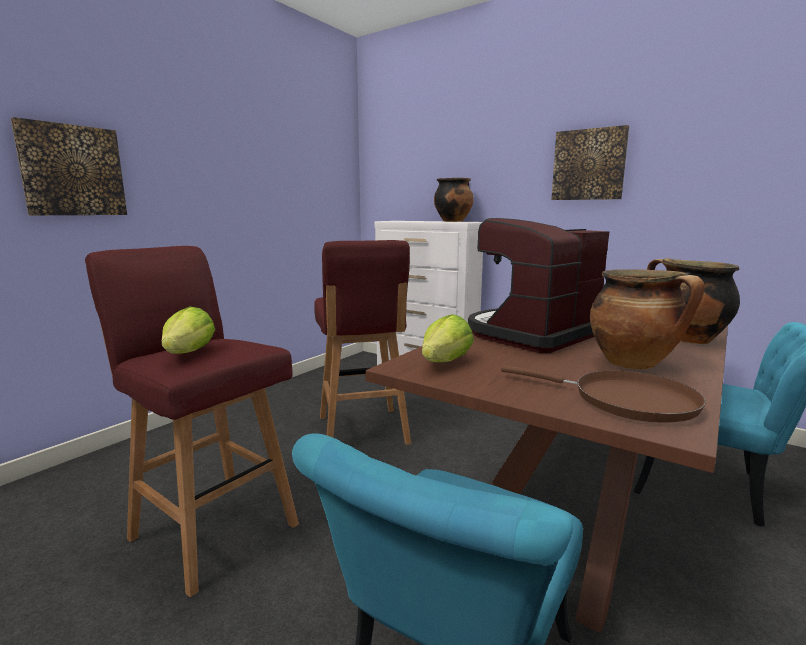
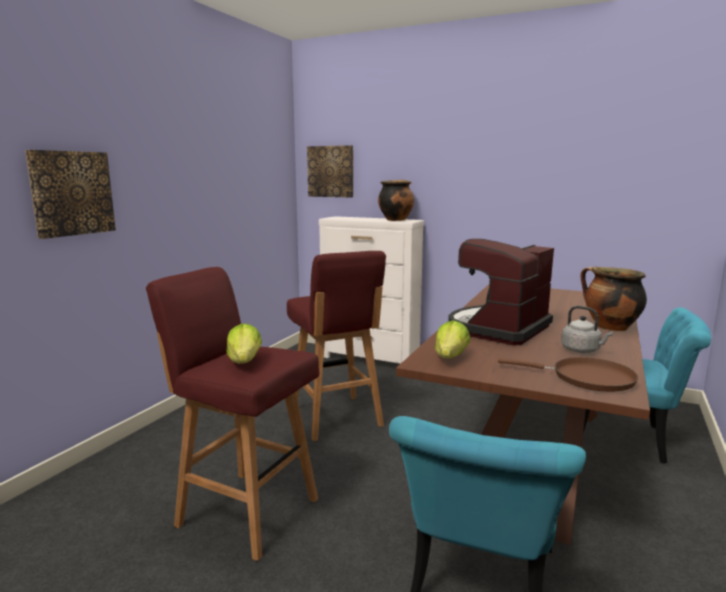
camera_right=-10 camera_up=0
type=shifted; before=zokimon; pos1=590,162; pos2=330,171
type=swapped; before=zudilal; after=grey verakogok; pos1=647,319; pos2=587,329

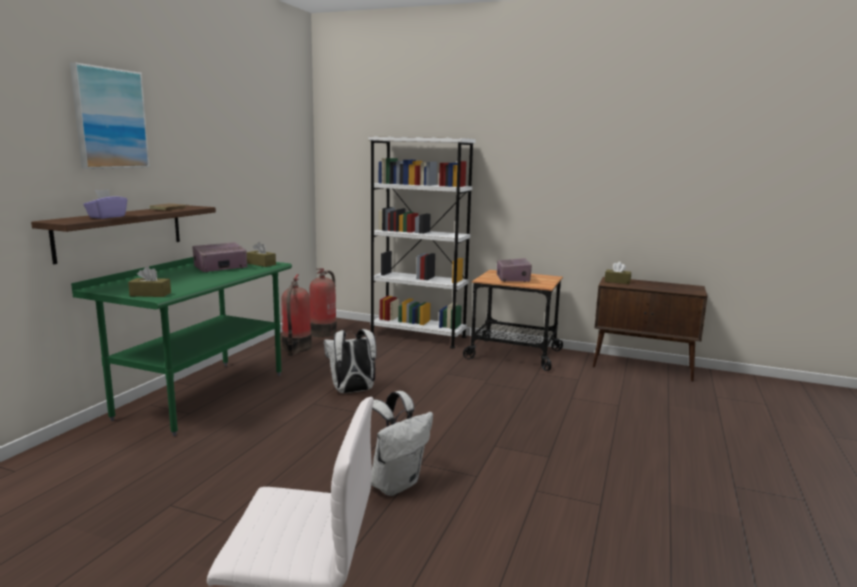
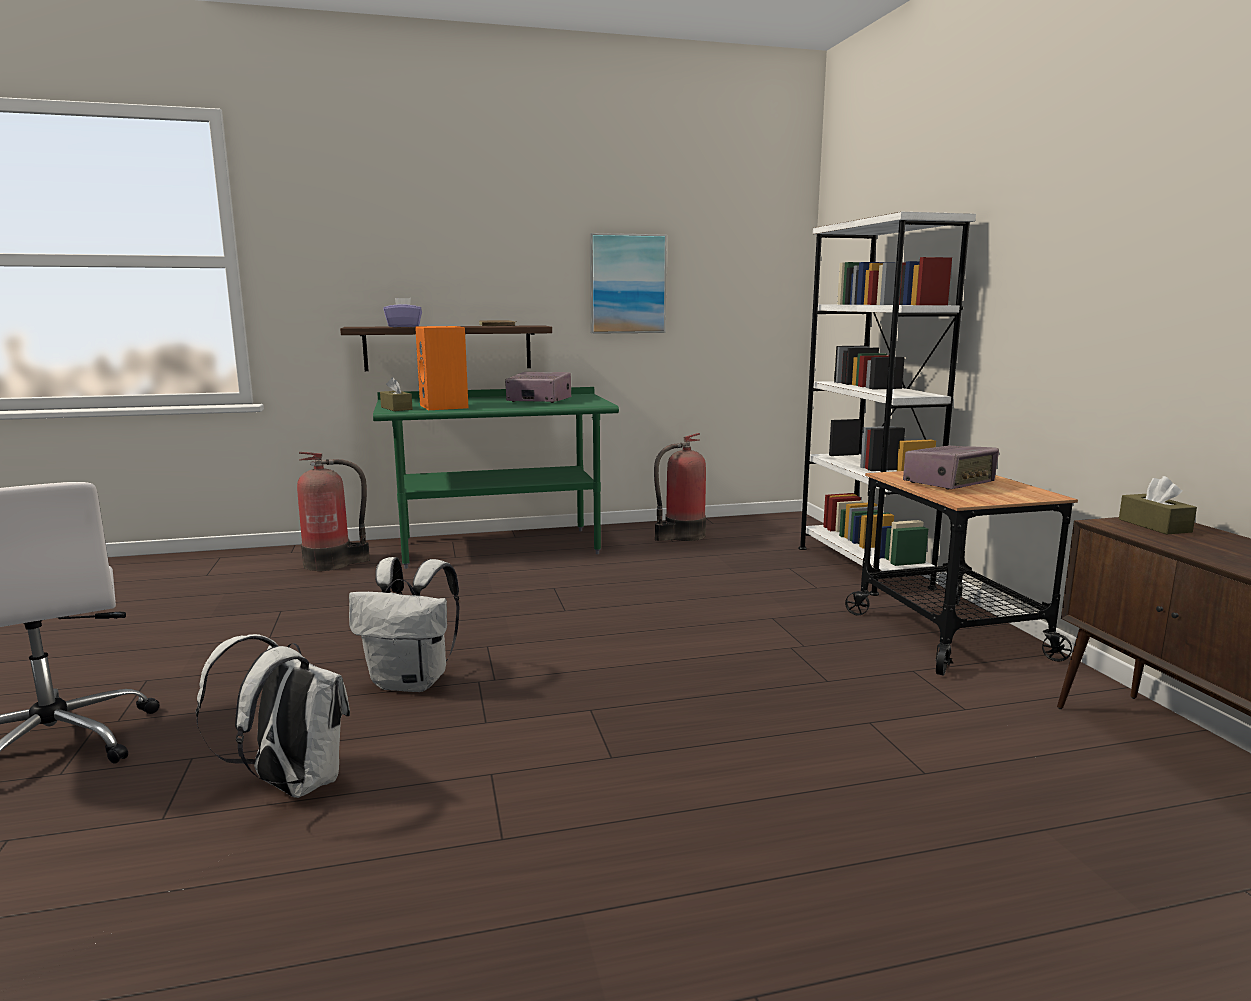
camera_right=55 camera_up=0
type=shifted; before=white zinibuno; pos1=350,361; pos2=273,716
type=shifted; before=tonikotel; pos1=323,303; pos2=333,511
type=new; after=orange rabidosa; pos2=441,368
type=shifted; before=zokimon; pos1=110,115; pos2=628,283
type=gone; before=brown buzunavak; pos1=261,254

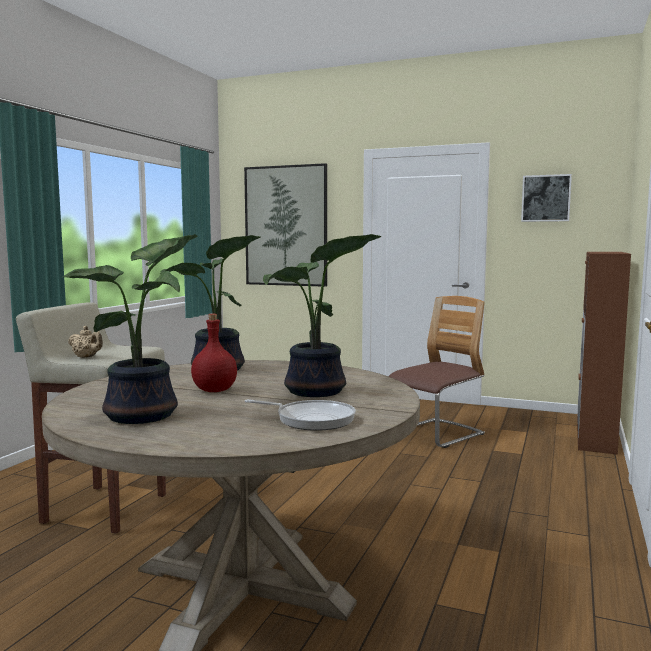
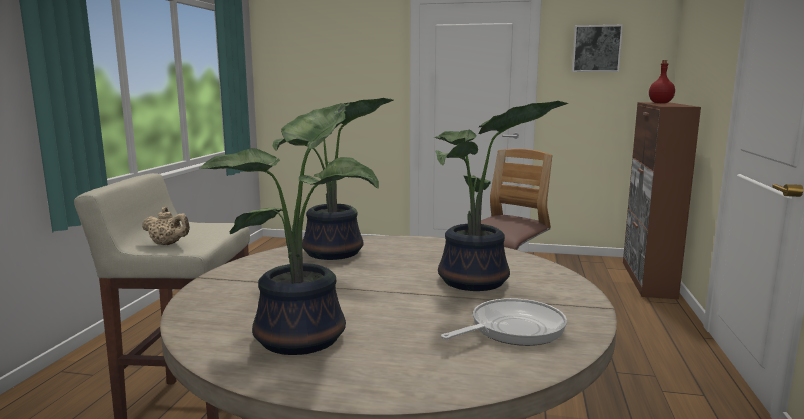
camera_right=-10 camera_up=5
type=rotated; before=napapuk; pos1=300,415; pos2=504,322; turn=-45
type=shifted; before=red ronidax; pos1=214,353; pos2=662,81
type=gone; before=zokimon; pos1=285,225

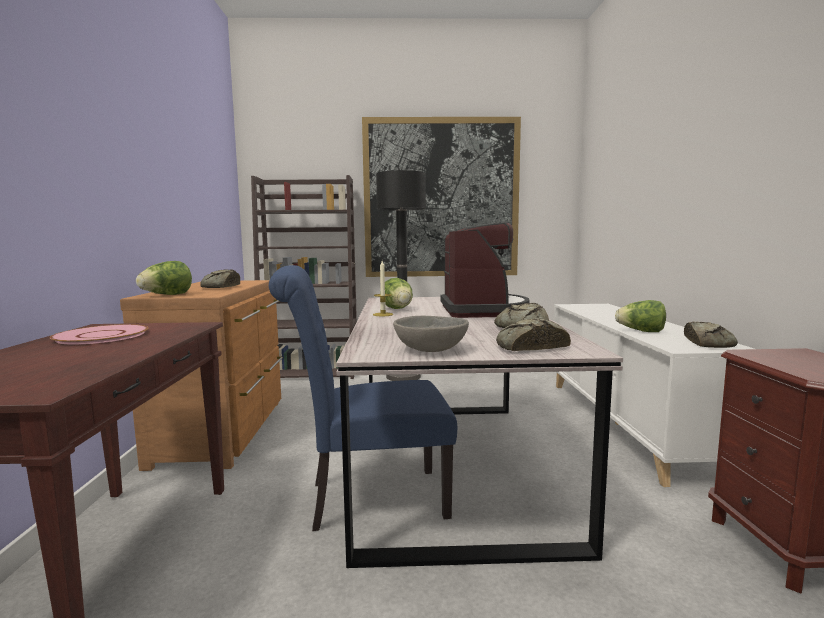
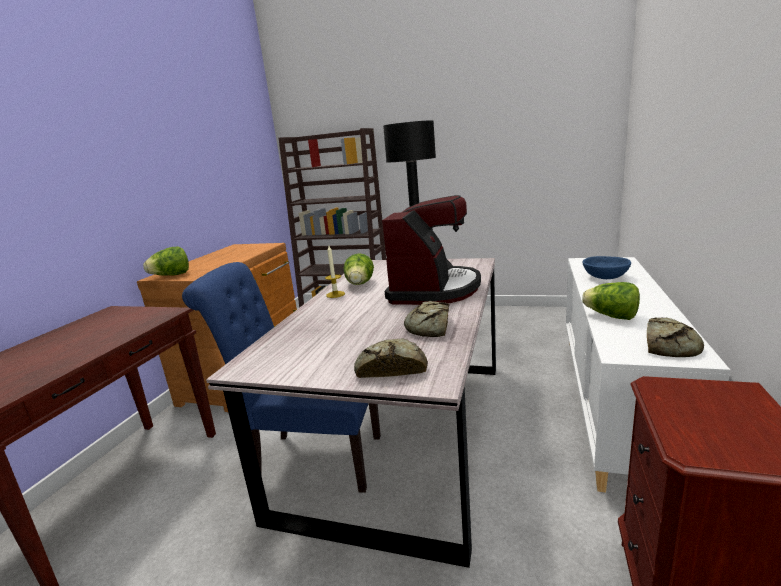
camera_right=20 camera_up=10
type=new; after=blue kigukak; pos2=607,267
type=gone; before=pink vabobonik; pos1=99,334
type=gone; before=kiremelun; pos1=220,278
type=gone; before=zokimon; pos1=441,197
type=gone; before=grey kigukak; pos1=431,334

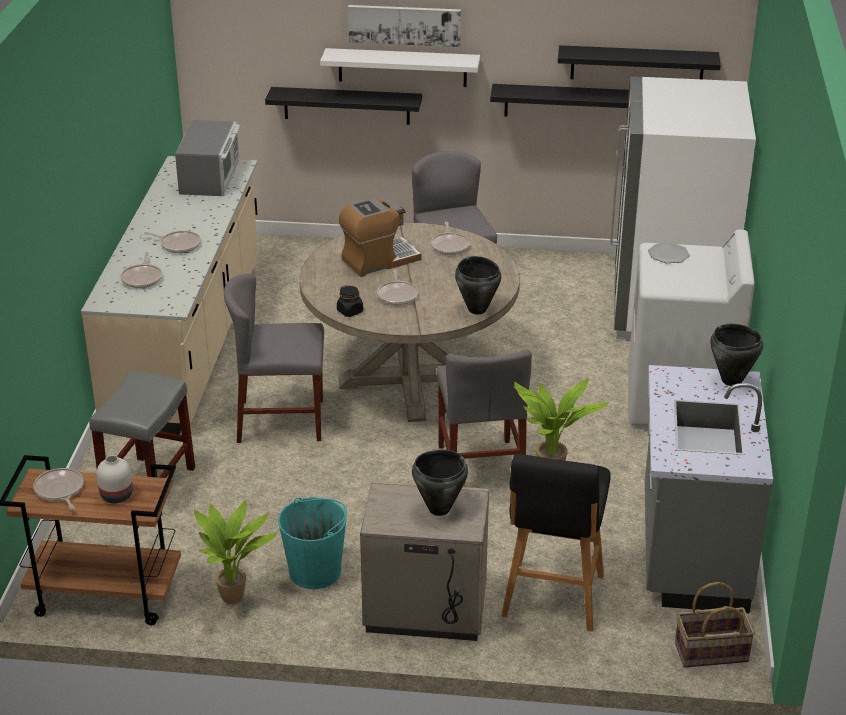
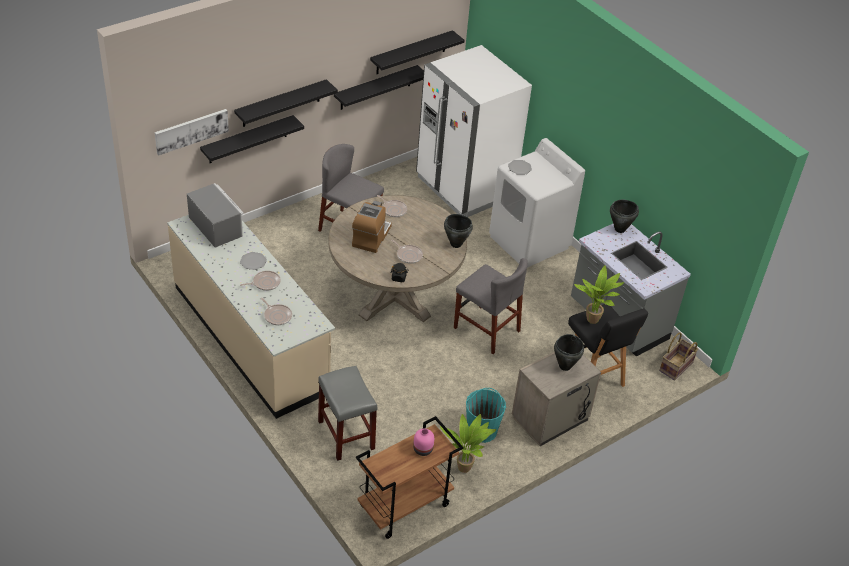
camera_right=-45 camera_up=10
type=shifted; before=zokimon; pos1=404,26; pos2=192,132
type=repainted; before=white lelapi; after=black lelapi; pos1=400,67; pos2=286,103
type=new; after=vabobonik; pos2=253,261
type=repainted; before=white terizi; after=pink terizi; pos1=115,479; pos2=423,442
type=gone; before=napapuk; pos1=58,489
type=gone; before=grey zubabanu; pos1=274,358

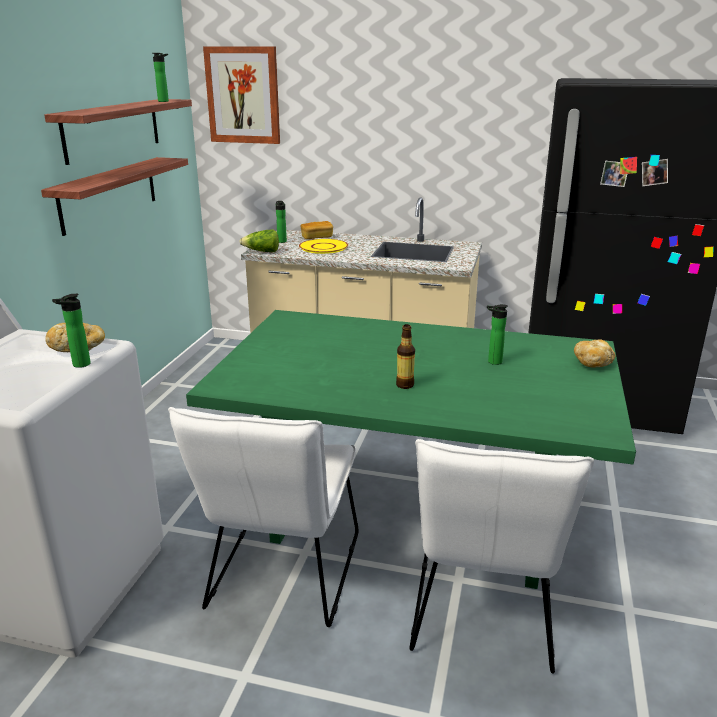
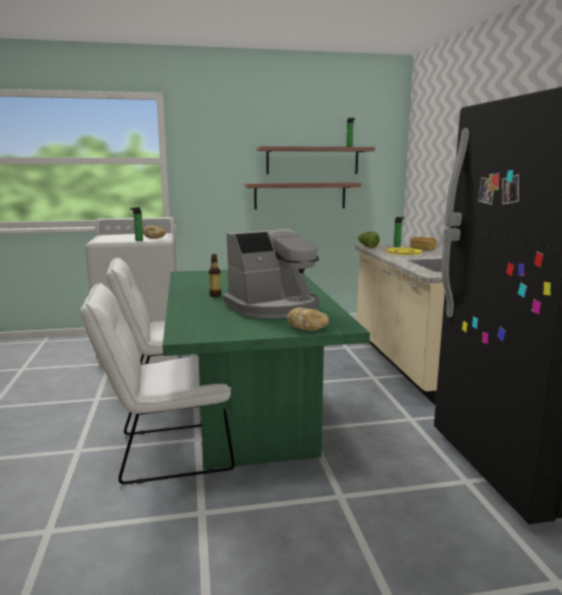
camera_right=65 camera_up=-10
type=swapped; before=ronidax; after=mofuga; pos1=497,334; pos2=271,273
type=gone; before=zokimon; pos1=241,95

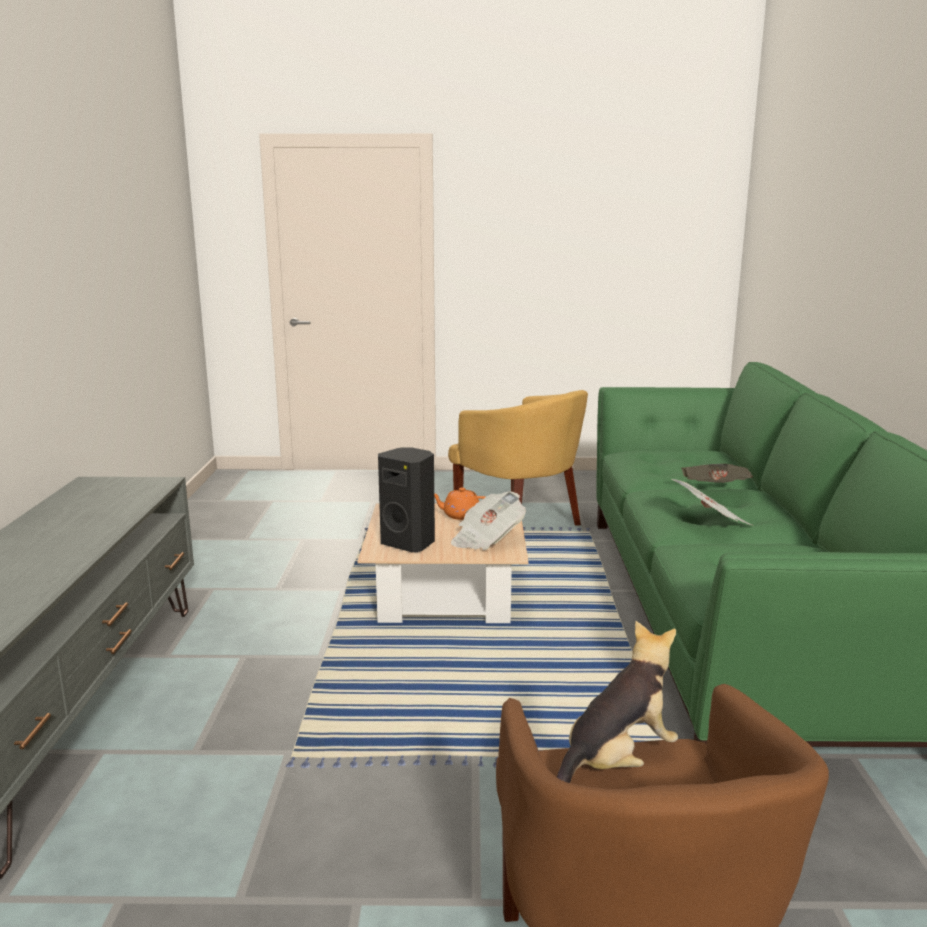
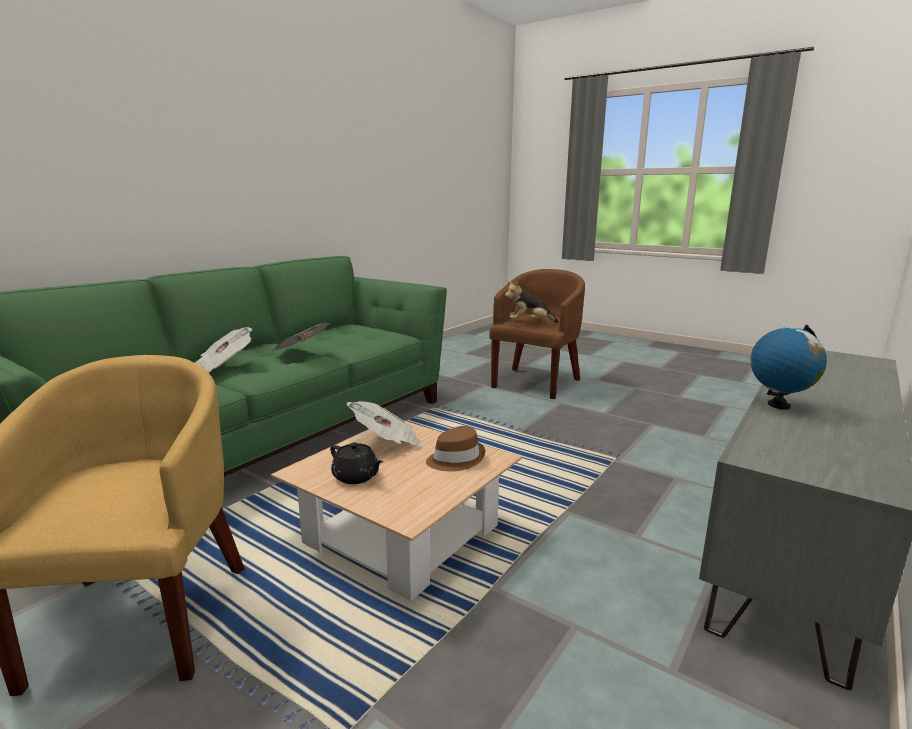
camera_right=-145 camera_up=0
type=repainted; before=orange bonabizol; after=black bonabizol; pos1=459,503; pos2=356,463
type=swapped; before=black rabidosa; after=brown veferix; pos1=406,500; pos2=455,449
type=new; after=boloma; pos2=789,367

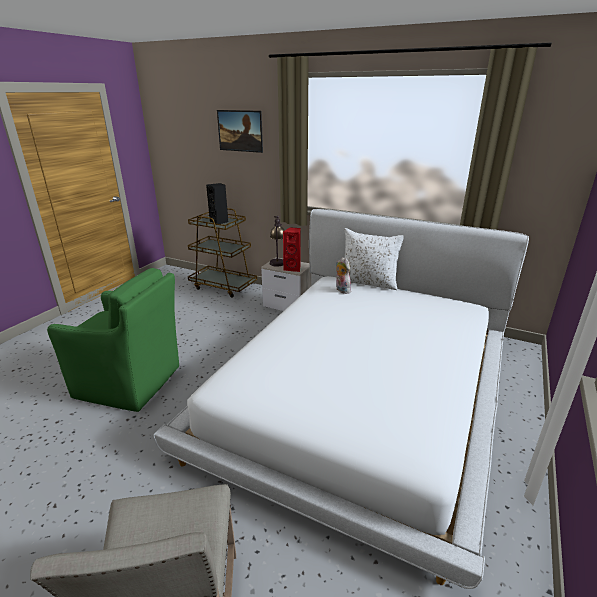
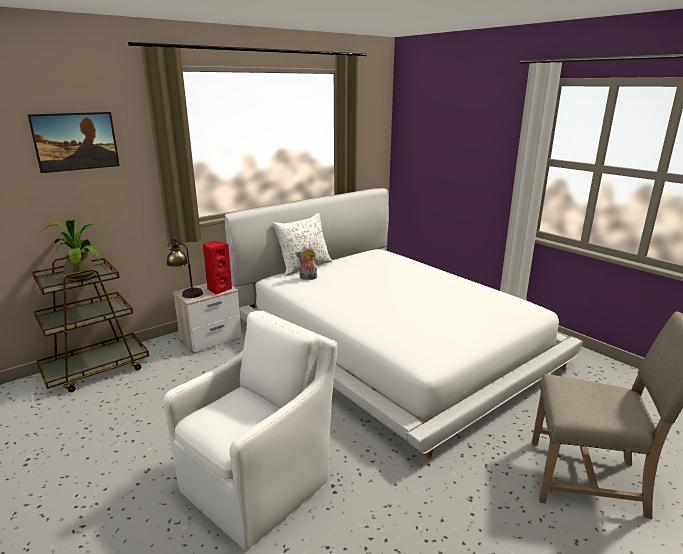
camera_right=-65 camera_up=-5
type=swapped; before=black rabidosa; after=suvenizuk; pos1=217,203; pos2=73,250
type=repainted; before=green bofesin; after=white bofesin; pos1=113,340; pos2=250,430

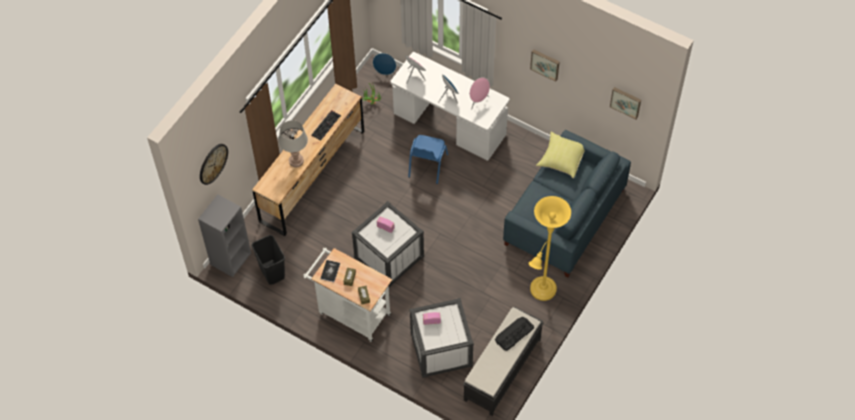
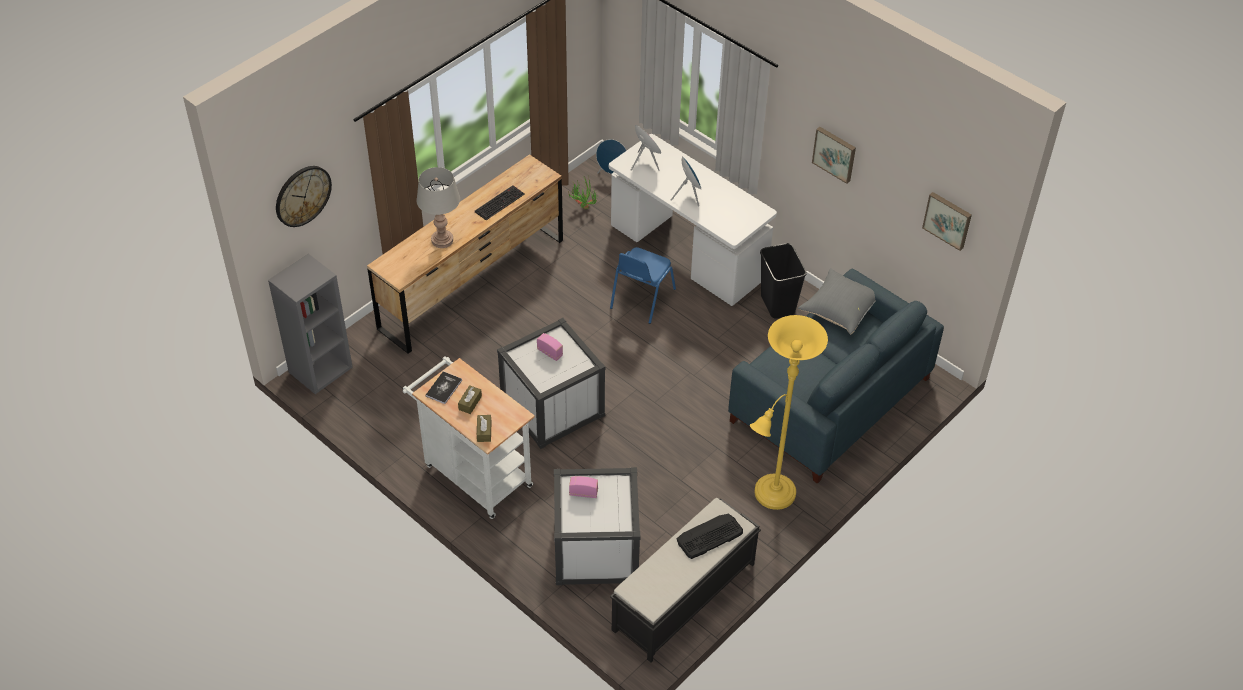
camera_right=10 camera_up=-10
type=shifted; before=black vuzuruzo; pos1=268,260; pos2=783,281
type=repainted; before=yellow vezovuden; after=grey vezovuden; pos1=560,155; pos2=837,301
type=gone; before=pink rabidosa; pos1=479,93

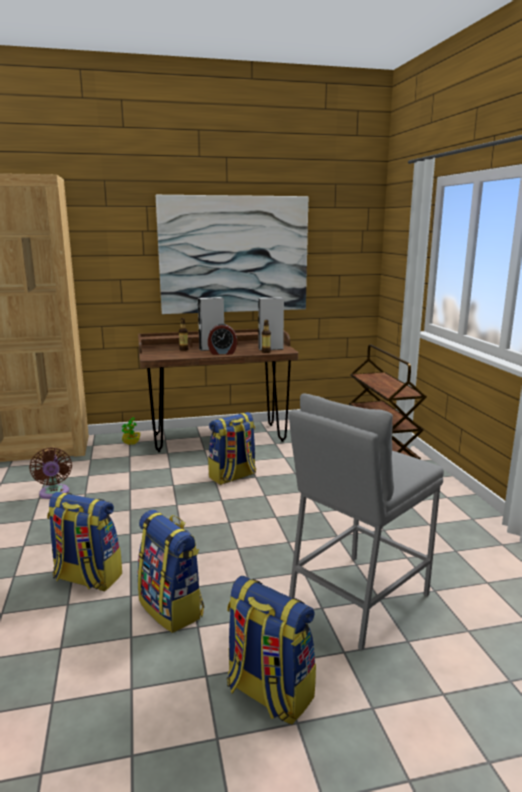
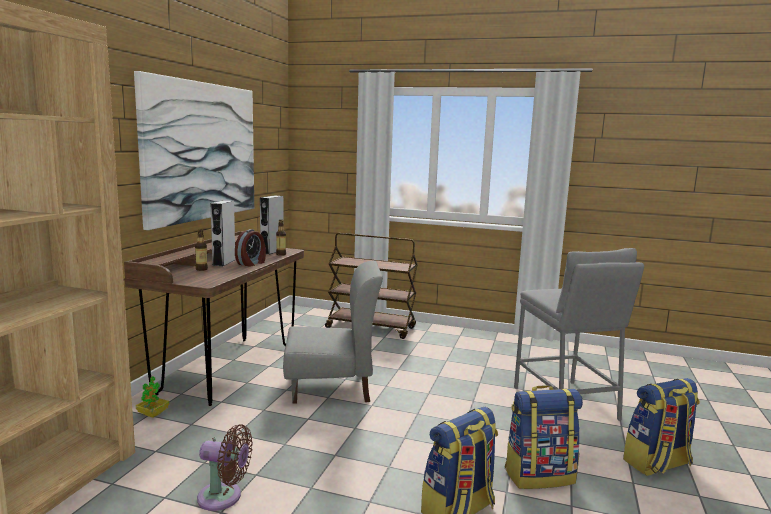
camera_right=-60 camera_up=-5
type=swapped; before=zinibuno; after=grey zubabanu; pos1=232,448; pos2=333,332

